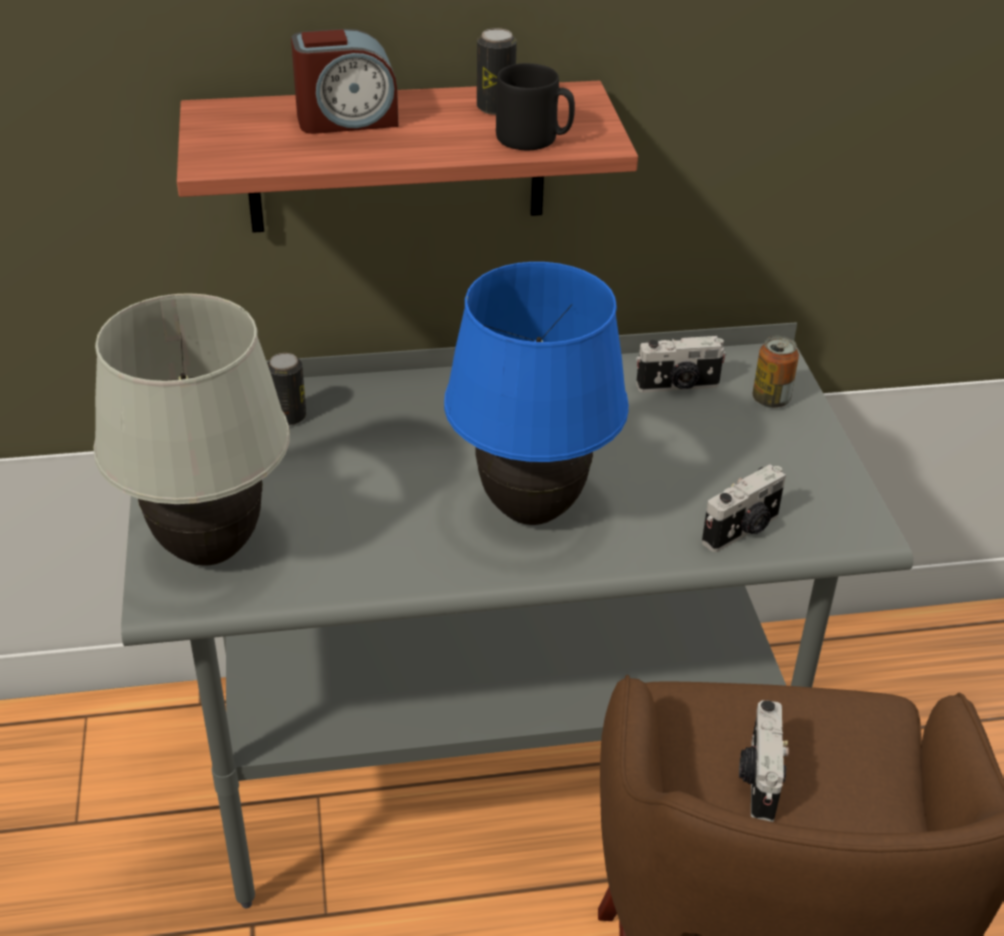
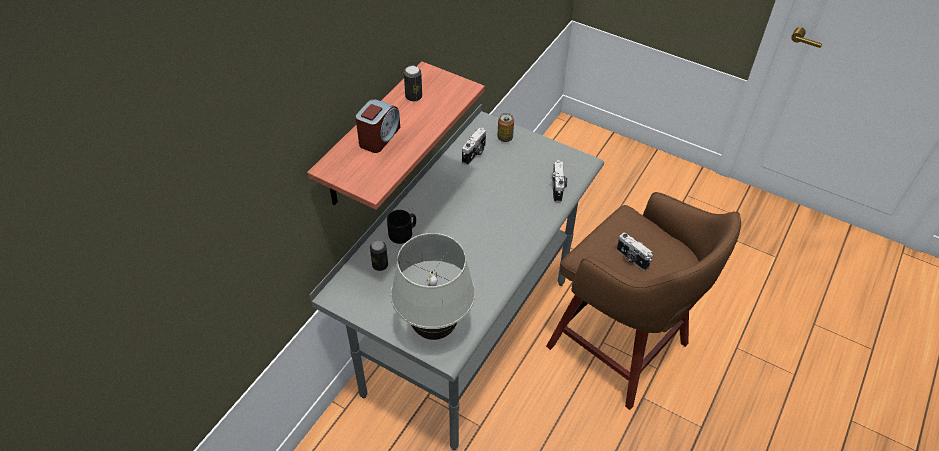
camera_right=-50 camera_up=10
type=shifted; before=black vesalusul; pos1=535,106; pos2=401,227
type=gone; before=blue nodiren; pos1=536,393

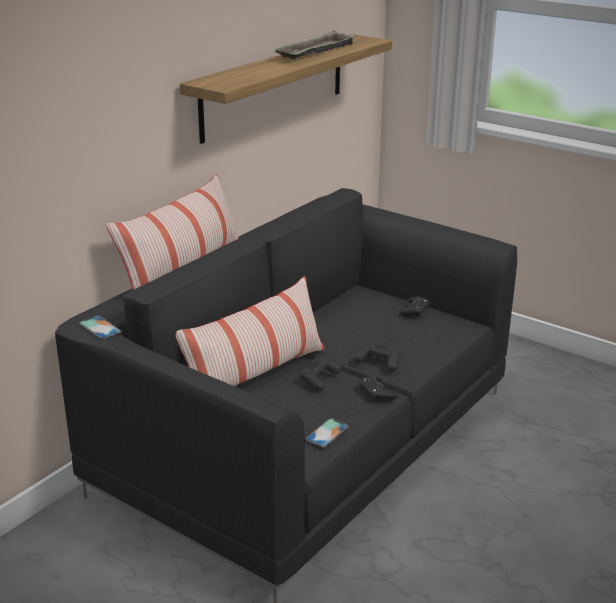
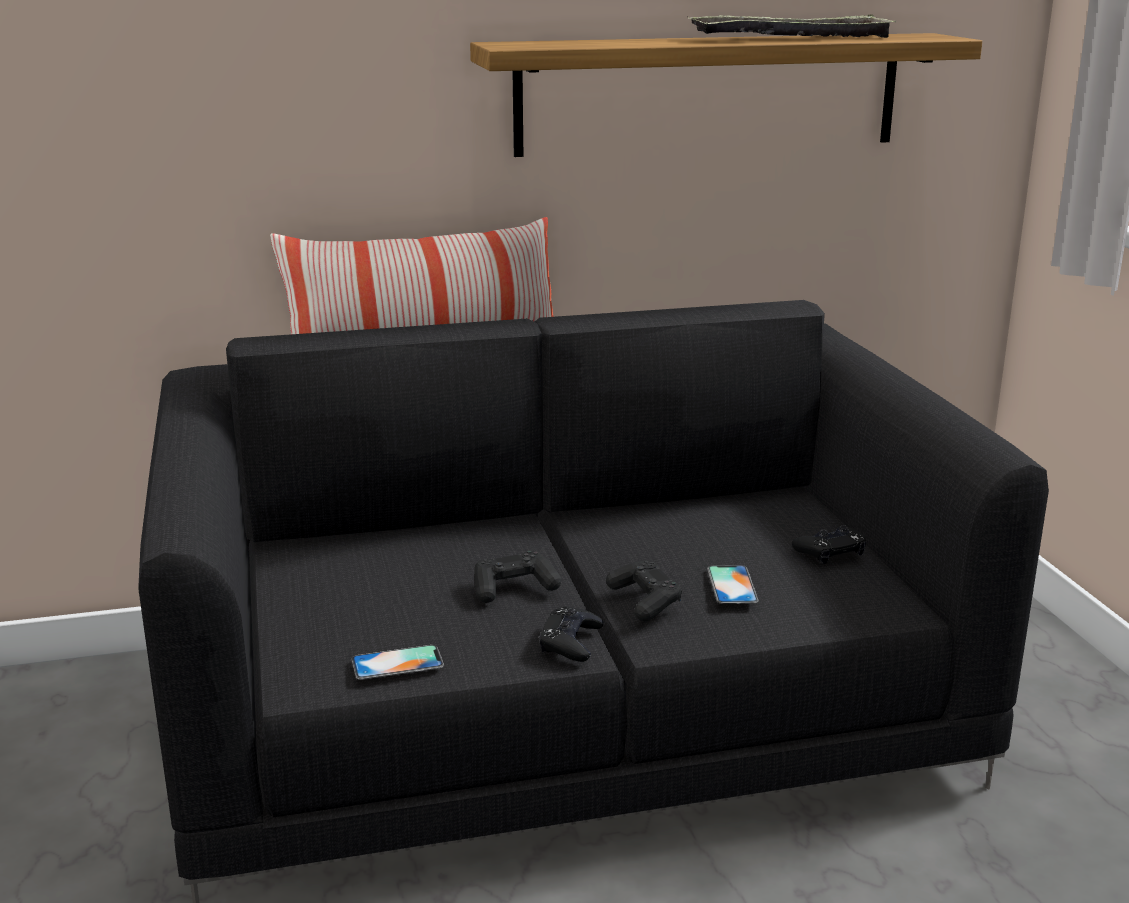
camera_right=40 camera_up=-5
type=shifted; before=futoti; pos1=100,327; pos2=733,584
type=gone; before=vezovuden; pos1=250,331

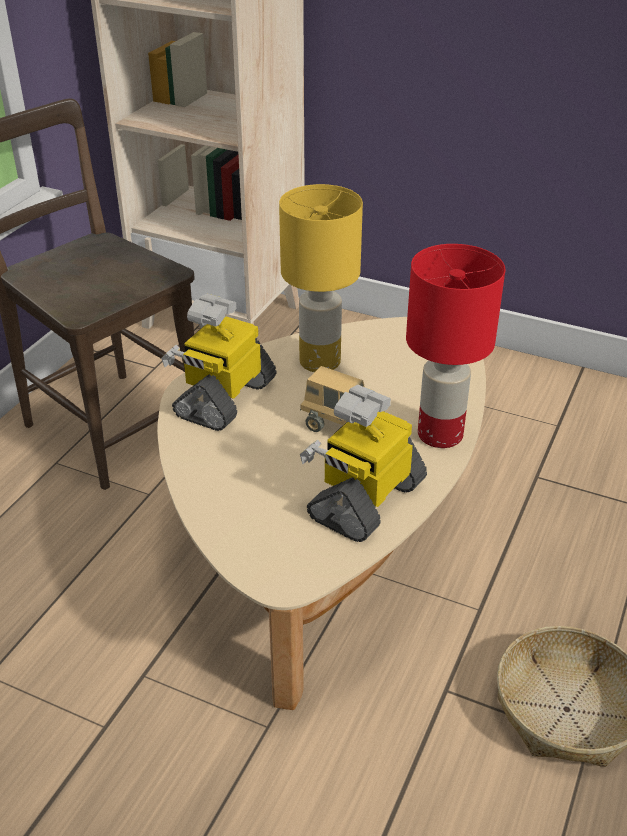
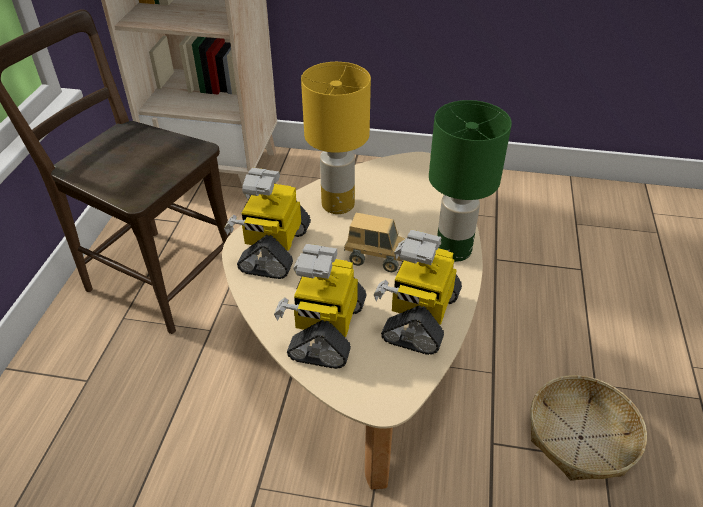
camera_right=-15 camera_up=5
type=new; after=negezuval; pos2=320,306
type=repainted; before=red nodiren; after=green nodiren; pos1=455,346; pos2=470,181

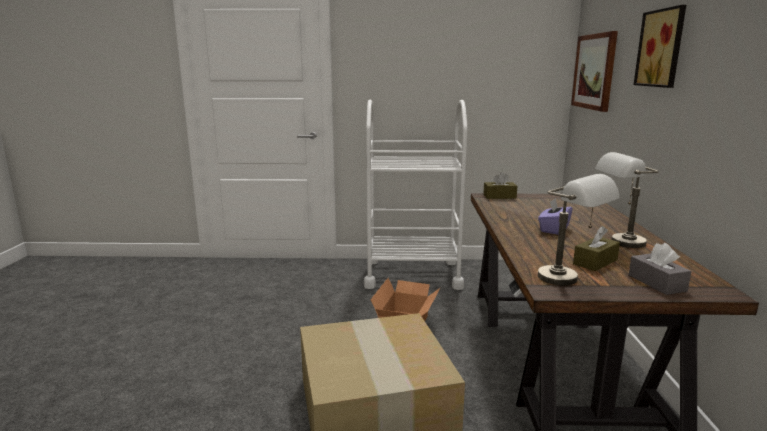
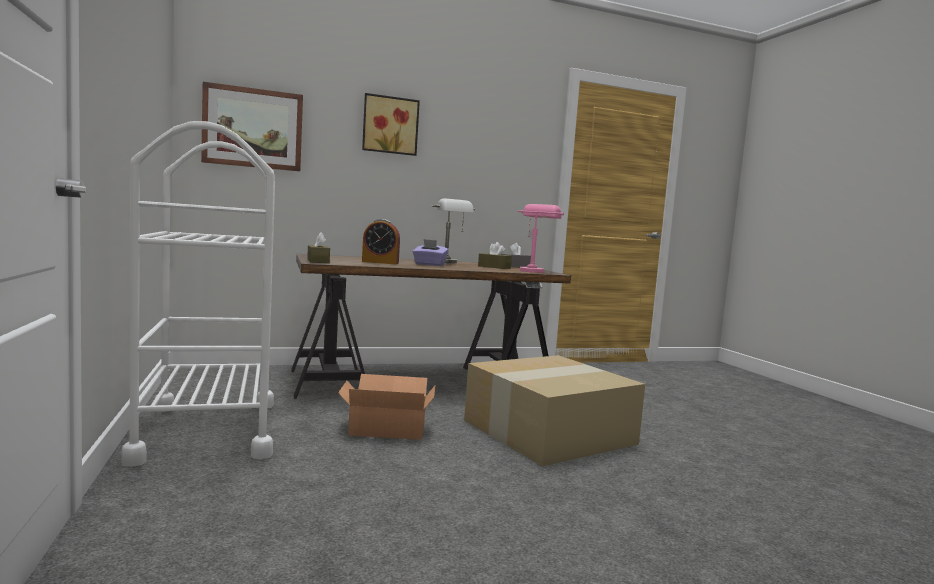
camera_right=-110 camera_up=-10
type=new; after=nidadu; pos2=381,241
type=repainted; before=grey nodiren; after=pink nodiren; pos1=579,229; pos2=540,238

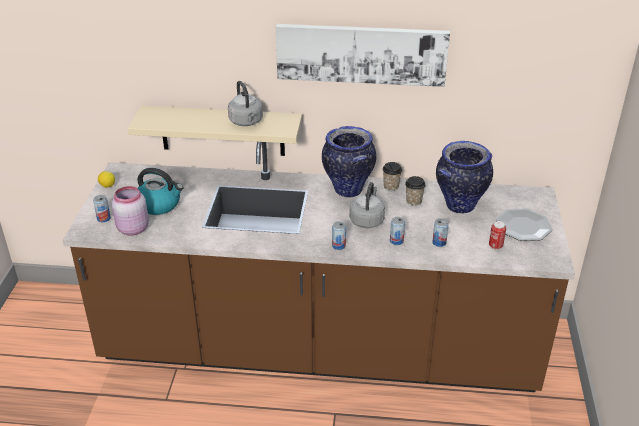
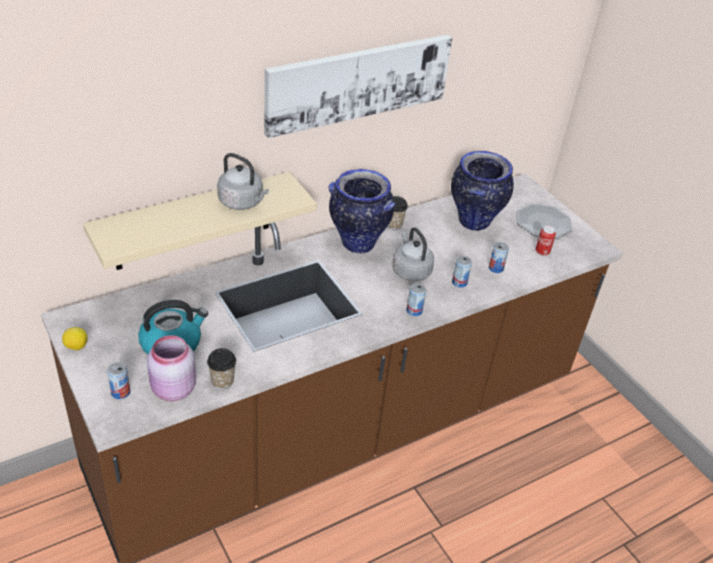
camera_right=-40 camera_up=5
type=shifted; before=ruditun; pos1=415,191; pos2=221,368

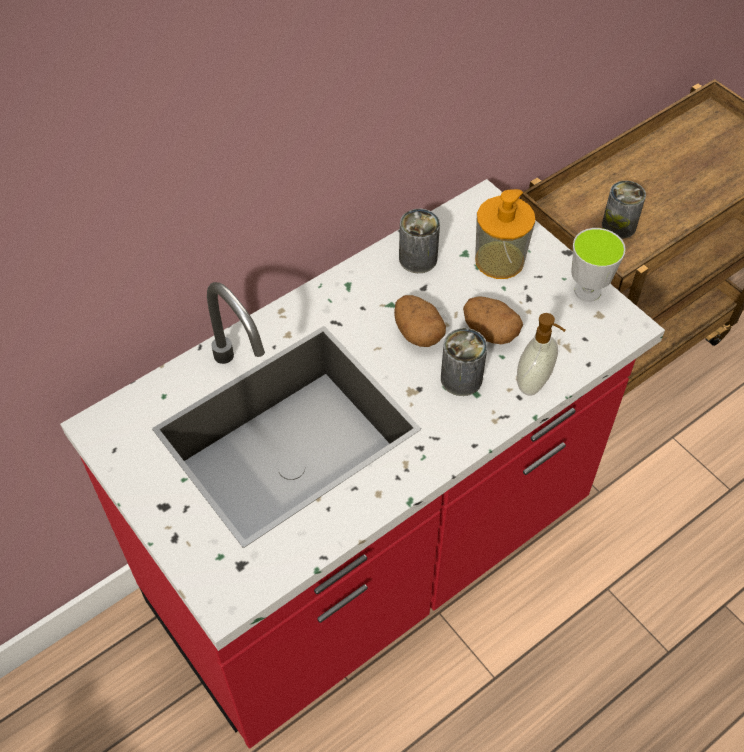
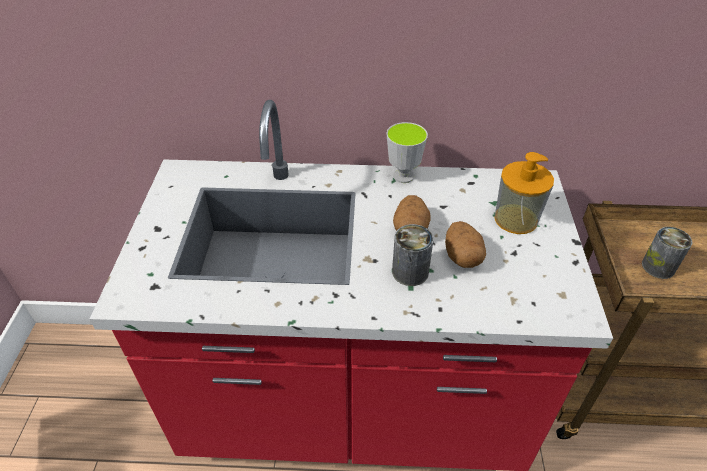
camera_right=40 camera_up=-10
type=shifted; before=ruditun; pos1=598,265; pos2=407,152
type=gone; before=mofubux; pos1=419,241
type=gone; before=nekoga; pos1=541,354

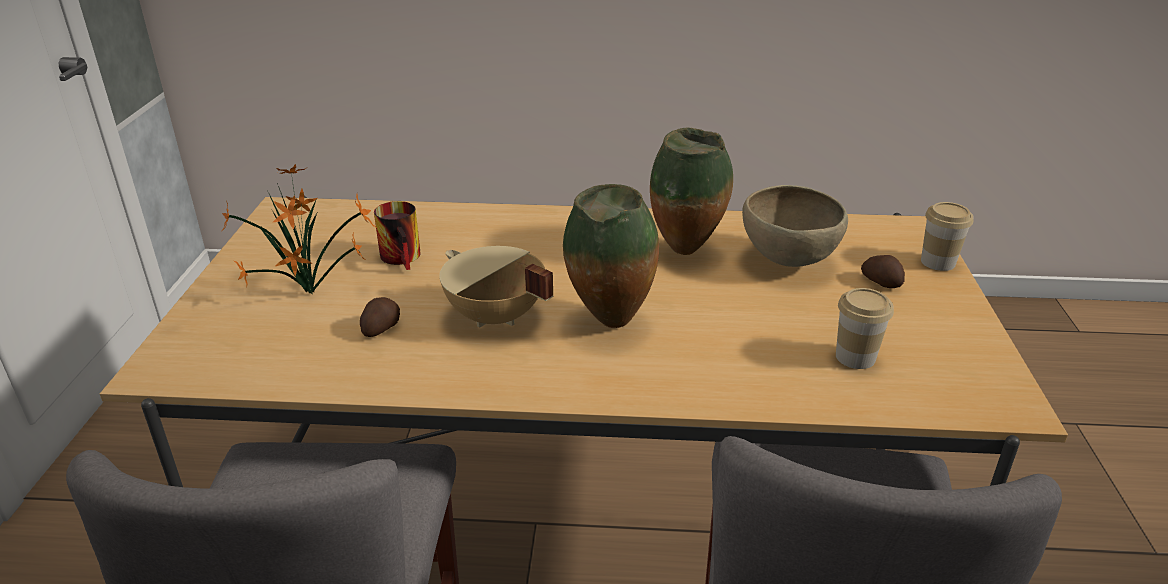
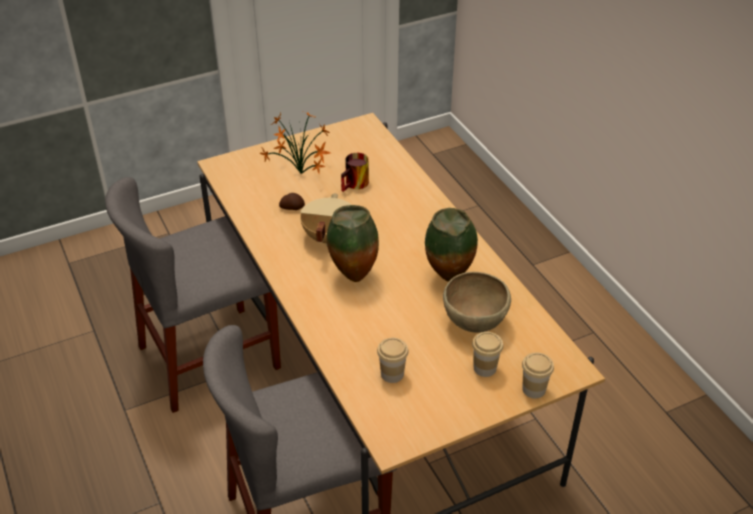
camera_right=60 camera_up=10
type=swapped; before=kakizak; after=ruditun; pos1=883,271; pos2=487,354

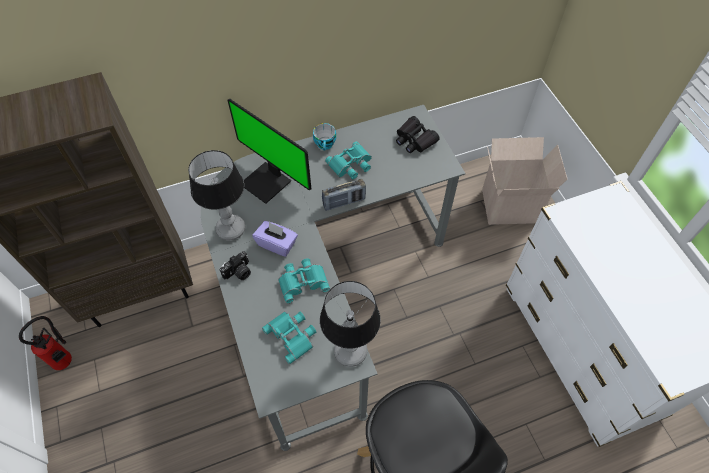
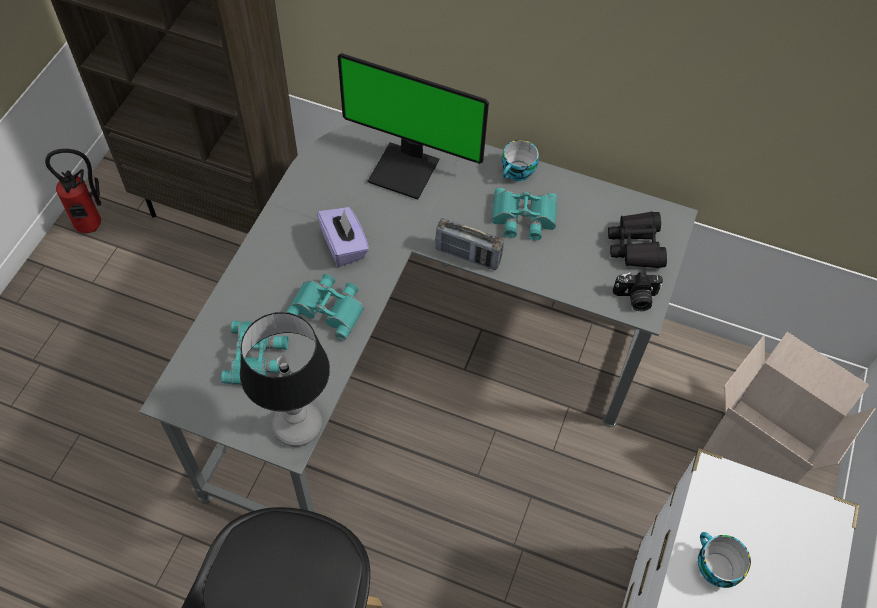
camera_right=40 camera_up=0
type=rotated; before=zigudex; pos1=269,151; pos2=413,126; turn=-60
type=shifted; before=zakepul; pos1=235,265; pos2=638,291
type=new; after=ruditun; pos2=724,560
type=gone; before=nodiren; pos1=216,195

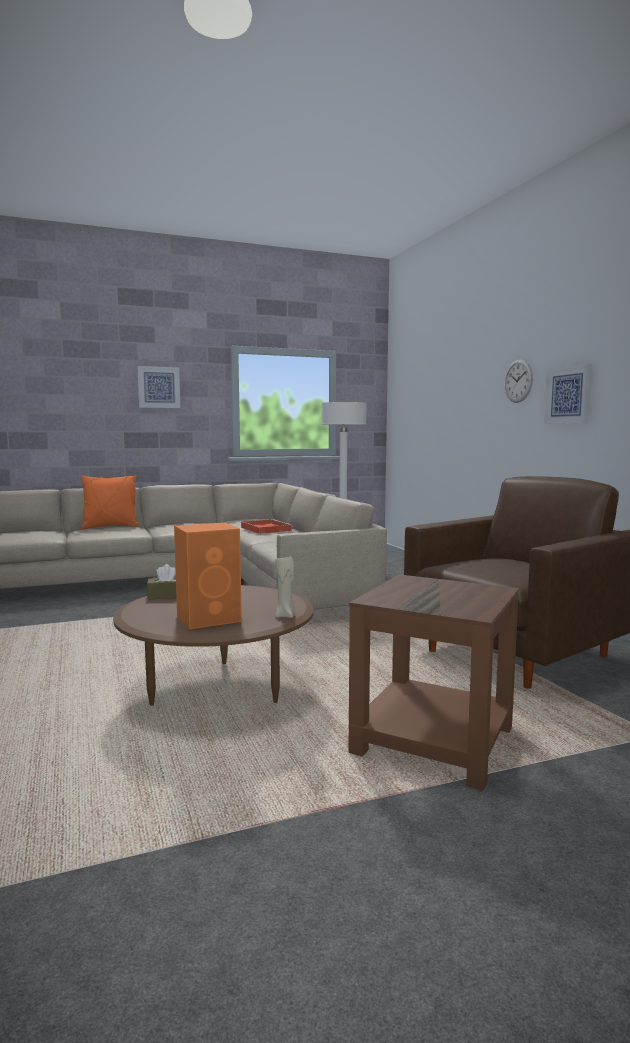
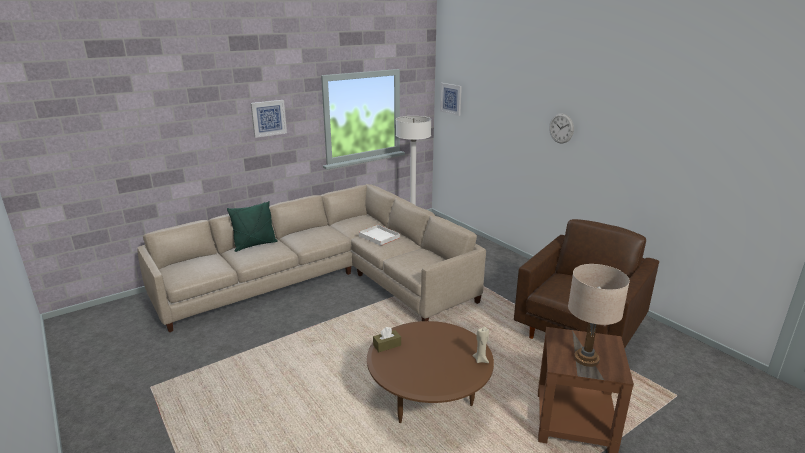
camera_right=-15 camera_up=15
type=repainted; before=orange vezovuden; after=green vezovuden; pos1=110,502; pos2=252,226
type=repainted; before=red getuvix; after=white getuvix; pos1=267,526; pos2=380,235
type=shifted; before=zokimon; pos1=568,394; pos2=451,99
type=new; after=beige nodiren; pos2=599,315
type=gone; before=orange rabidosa; pos1=208,575

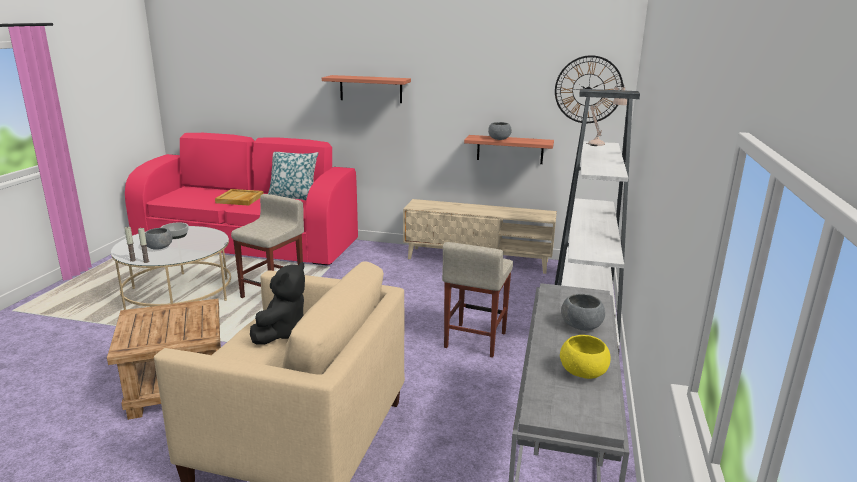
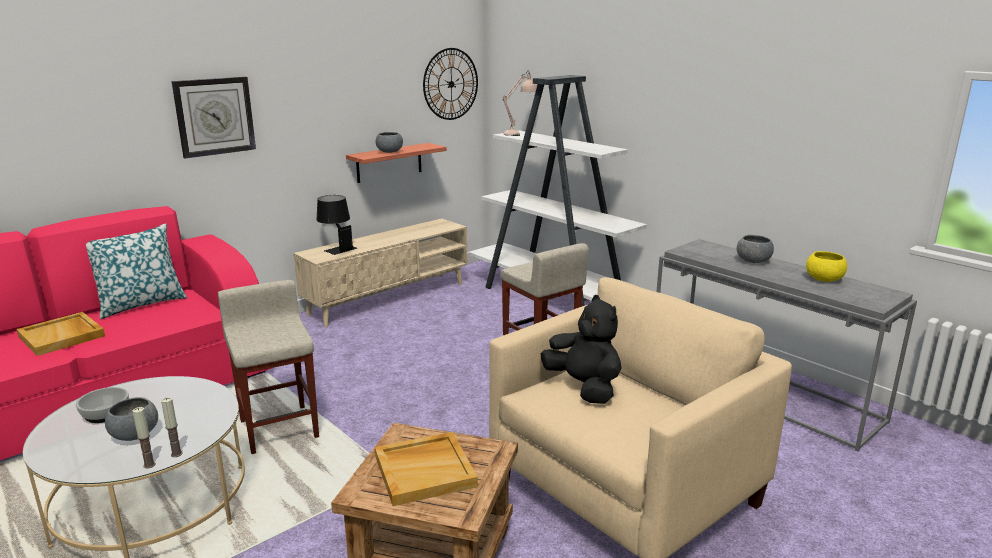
camera_right=-55 camera_up=0
type=swapped; before=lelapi; after=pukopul; pos1=366,89; pos2=214,117
type=new; after=black nodiren; pos2=336,225
type=new; after=beige getuvix; pos2=426,469

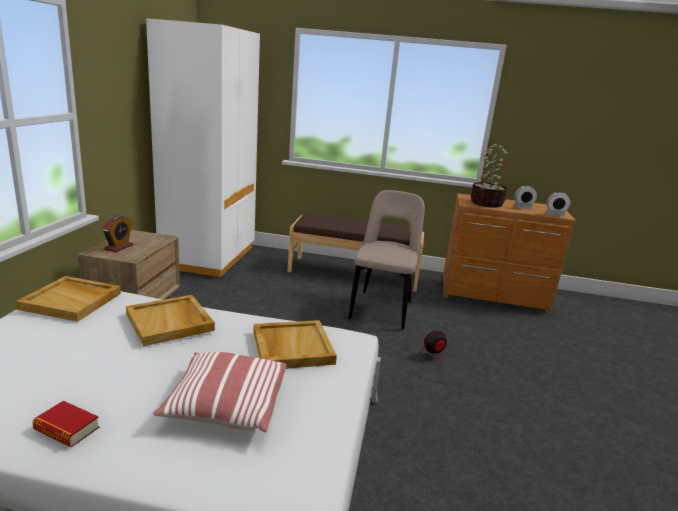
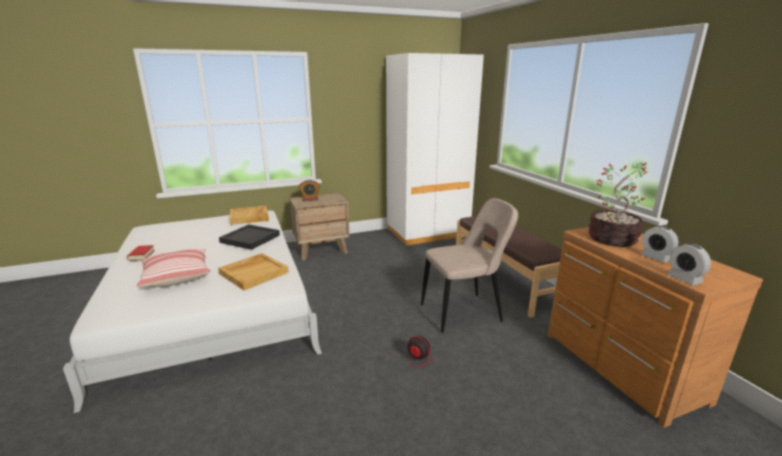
camera_right=60 camera_up=0
type=repainted; before=beige getuvix; after=black getuvix; pos1=170,320; pos2=249,237

